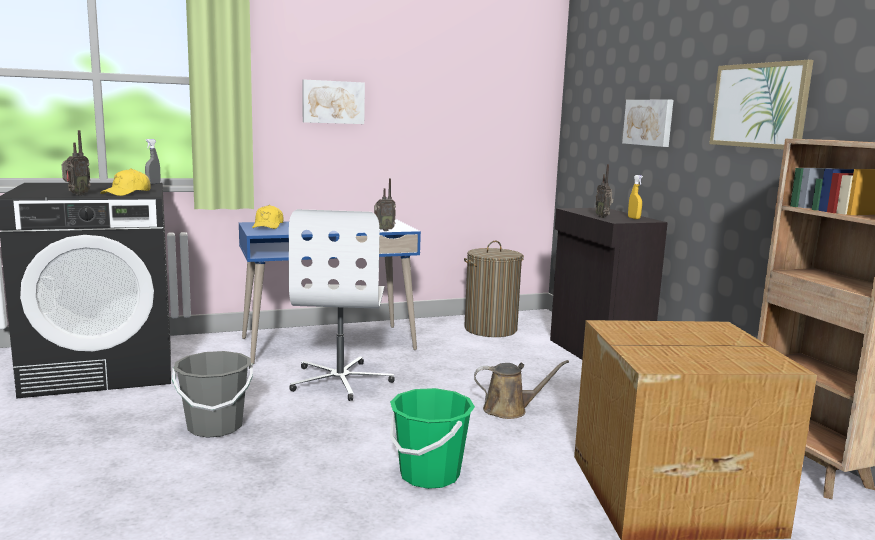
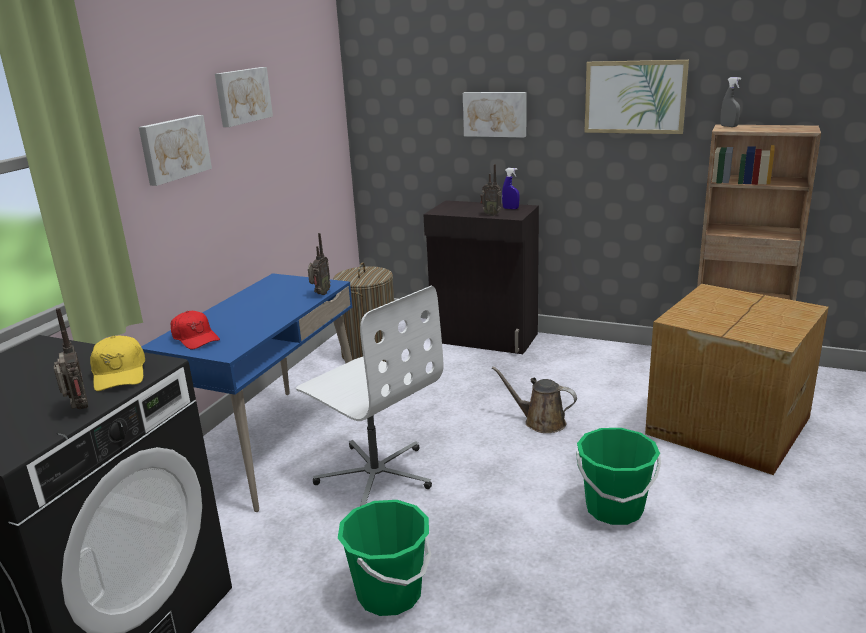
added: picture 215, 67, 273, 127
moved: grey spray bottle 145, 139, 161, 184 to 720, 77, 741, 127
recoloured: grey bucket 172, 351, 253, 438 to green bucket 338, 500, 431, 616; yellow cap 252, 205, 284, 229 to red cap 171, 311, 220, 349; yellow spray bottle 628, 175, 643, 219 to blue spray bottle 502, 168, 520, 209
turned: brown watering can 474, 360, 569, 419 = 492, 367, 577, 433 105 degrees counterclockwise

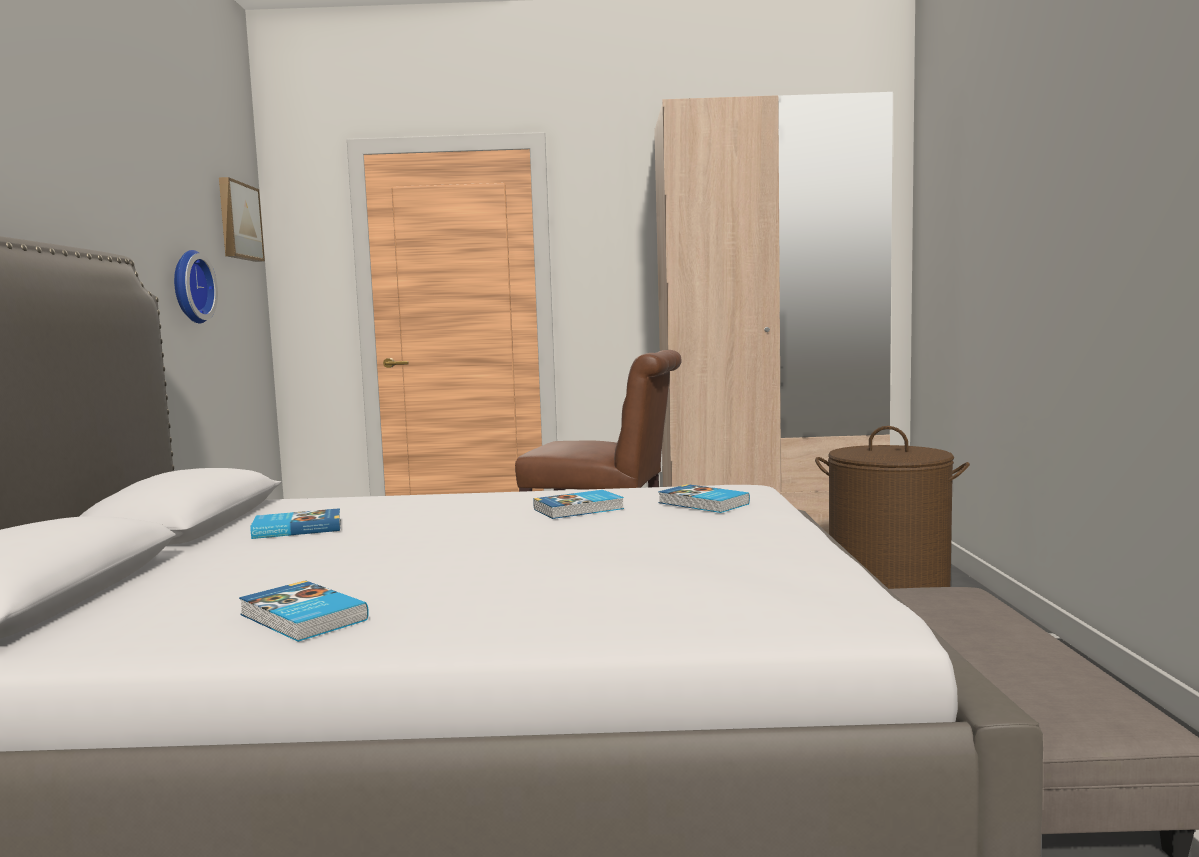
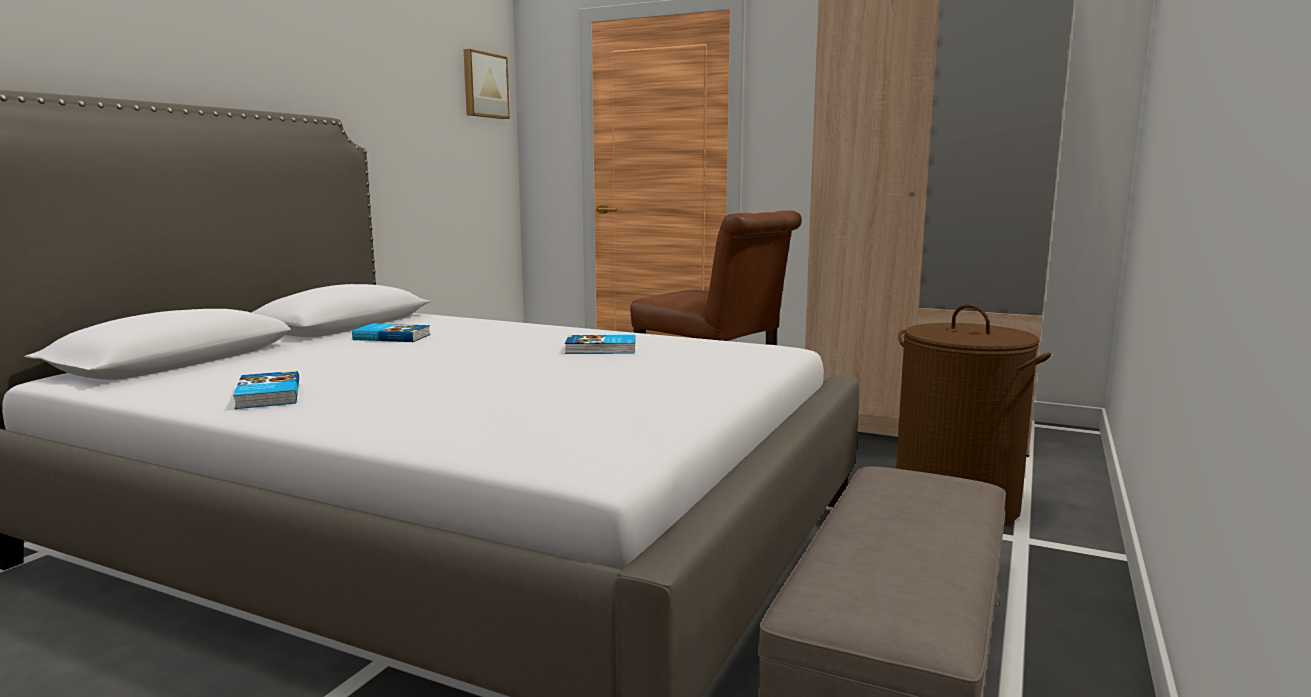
removed: wall clock 174, 250, 218, 323; book 658, 484, 750, 513

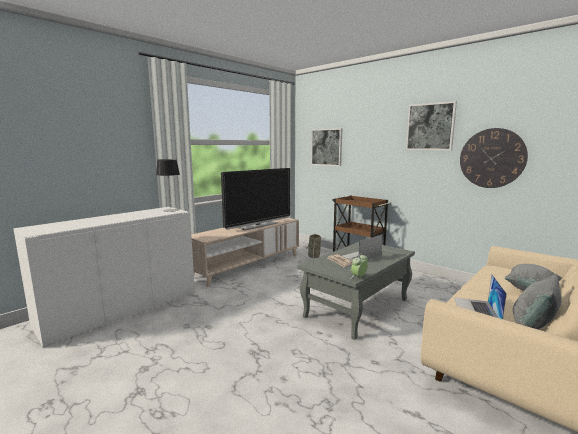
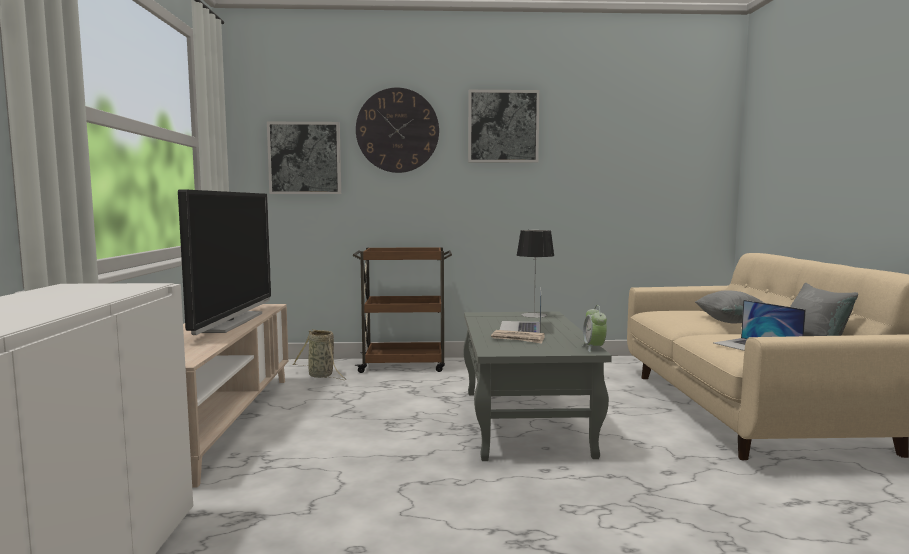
moved: table lamp 156, 159, 180, 212 to 517, 230, 554, 318; wall clock 460, 128, 528, 188 to 356, 88, 439, 173

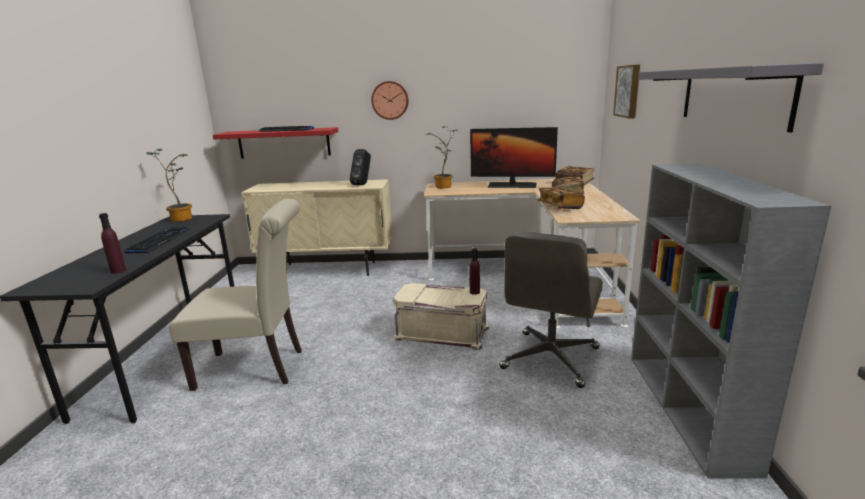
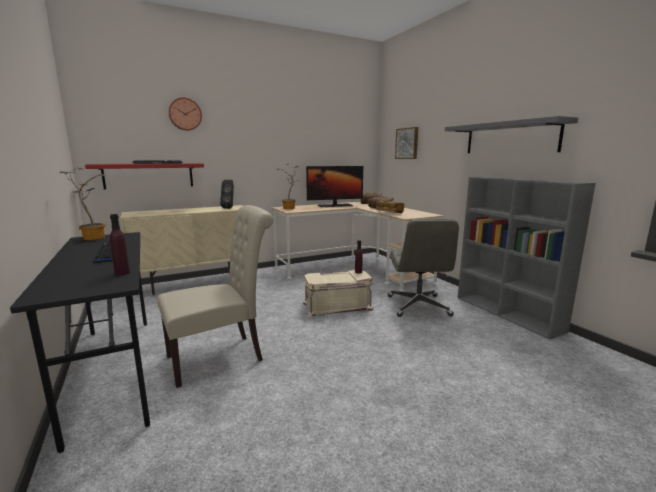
moved: wall clock 371, 81, 409, 120 to 168, 97, 202, 131

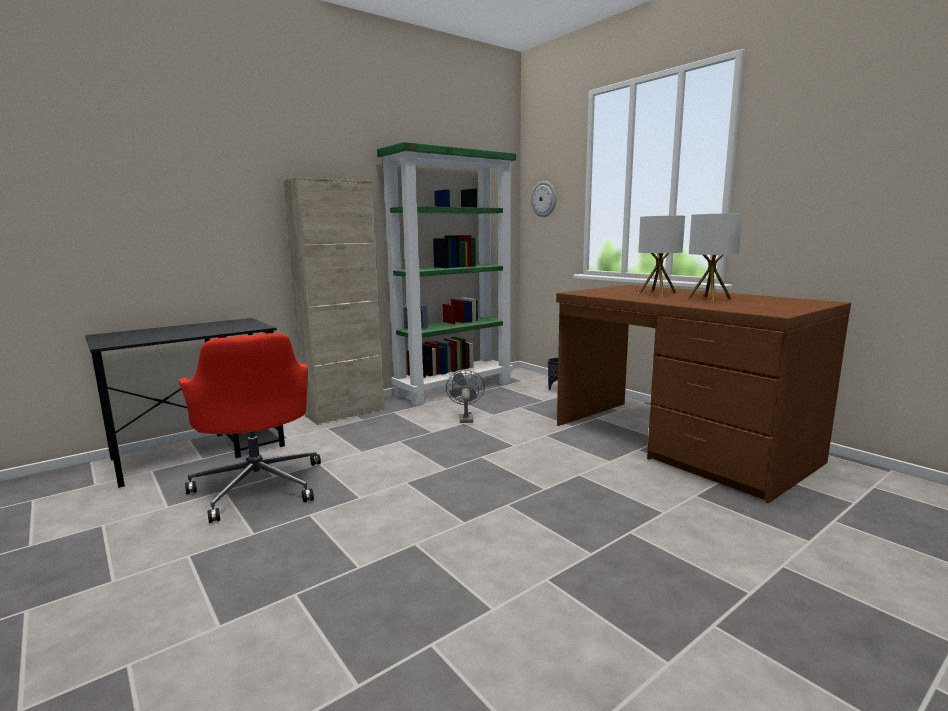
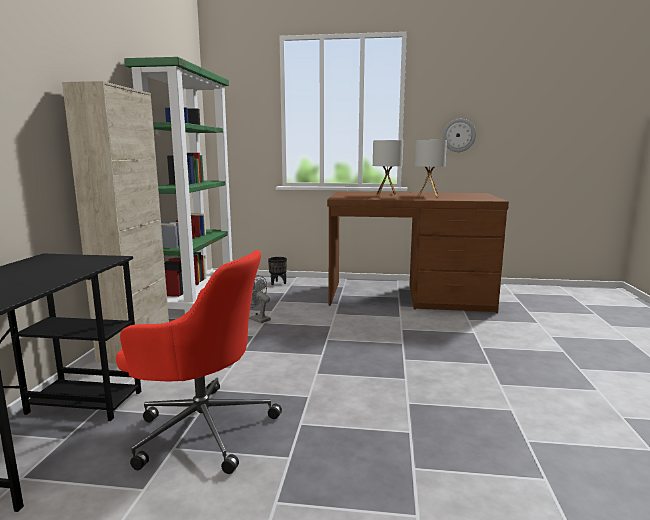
moved: wall clock 531, 181, 556, 217 to 443, 119, 476, 152

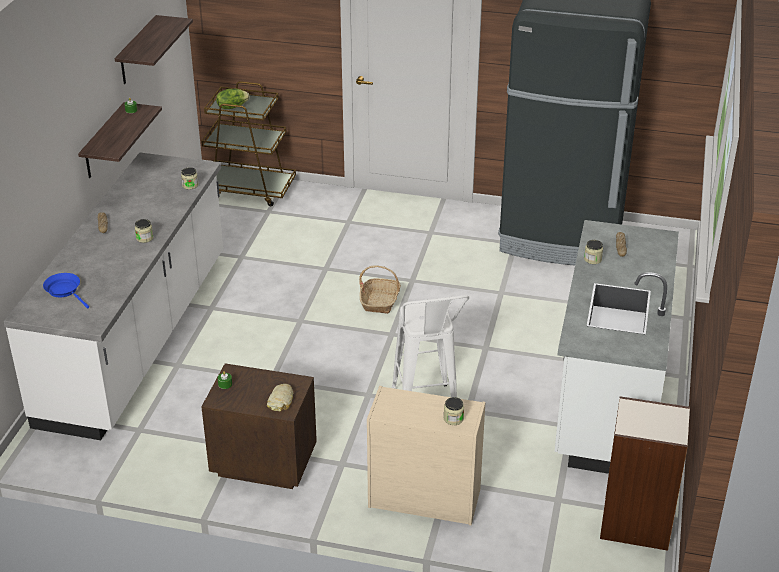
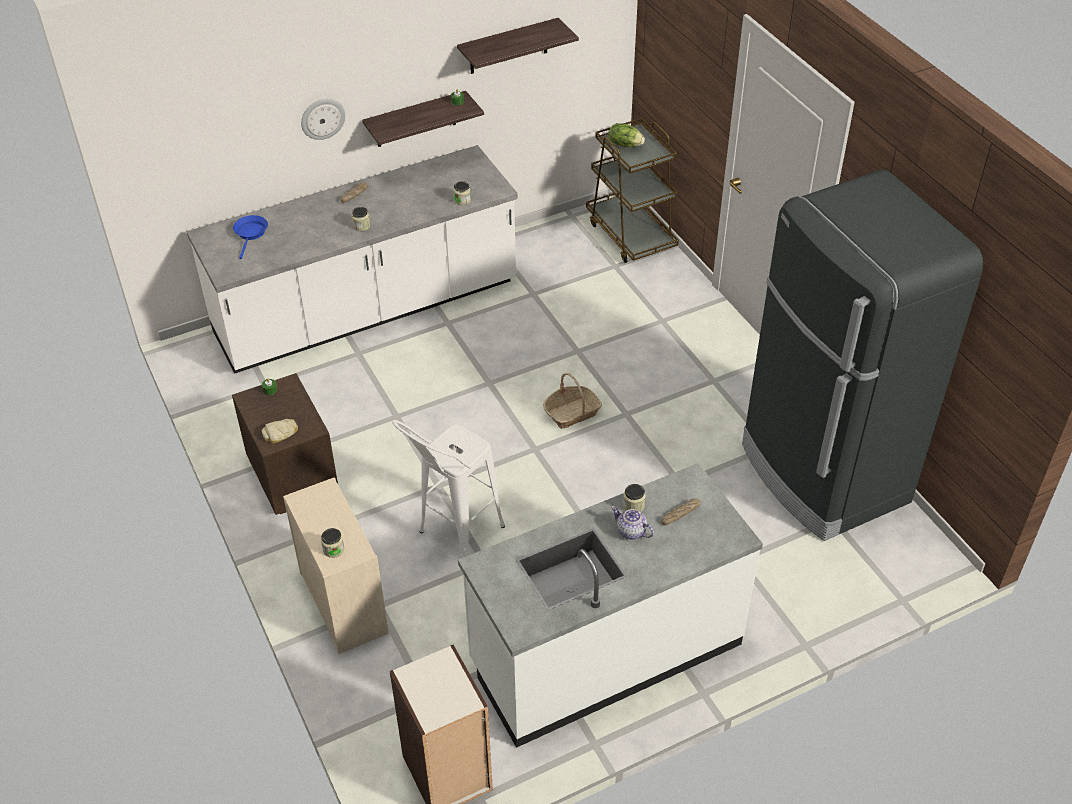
added: wall clock 301, 99, 345, 140; teapot 611, 506, 654, 540

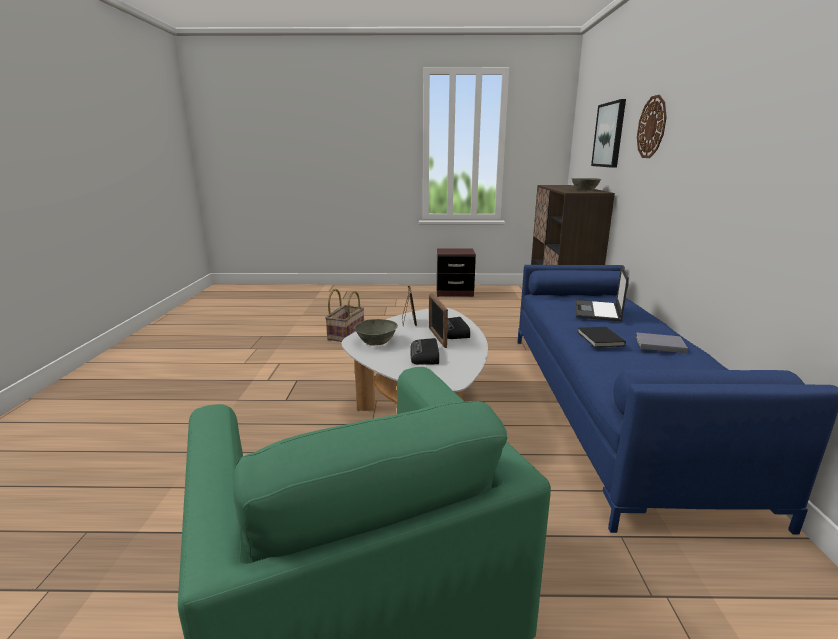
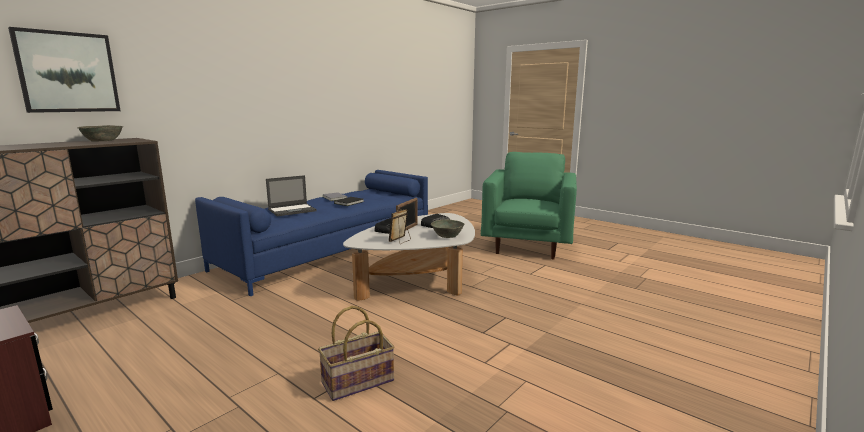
removed: wall clock 637, 95, 667, 158

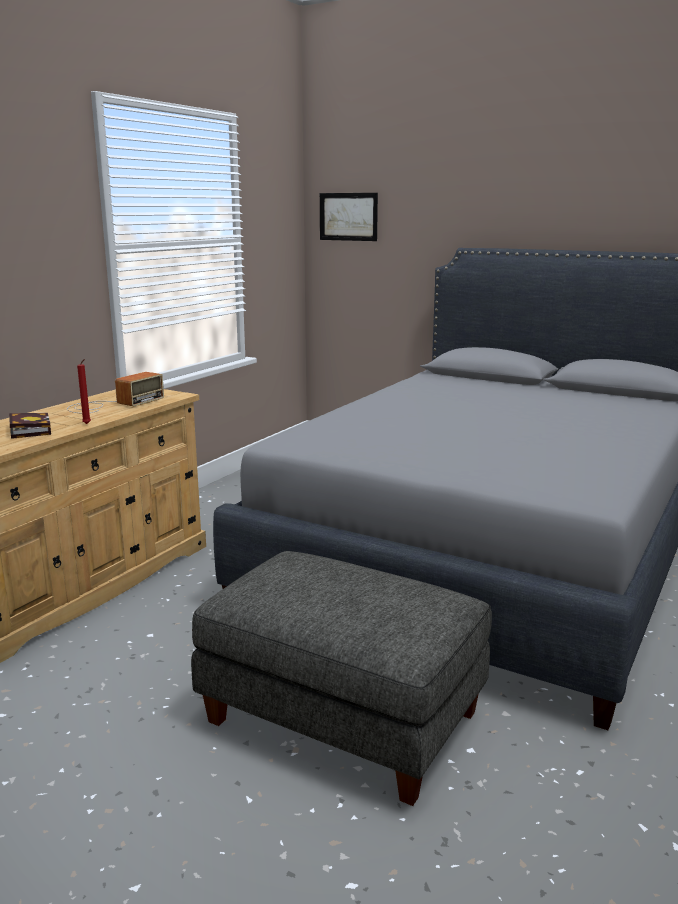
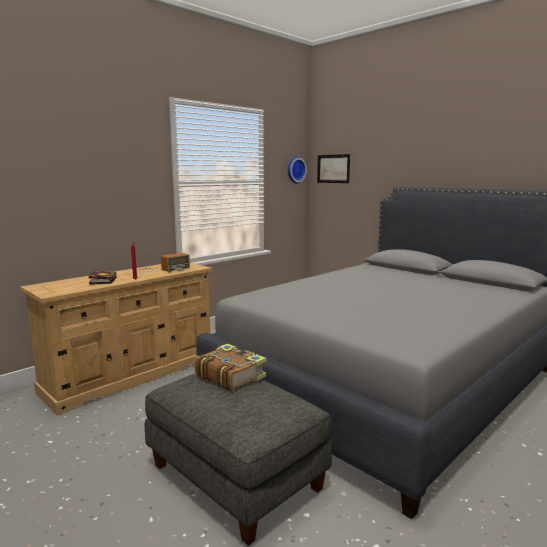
added: book 194, 344, 266, 391; wall clock 288, 156, 307, 184

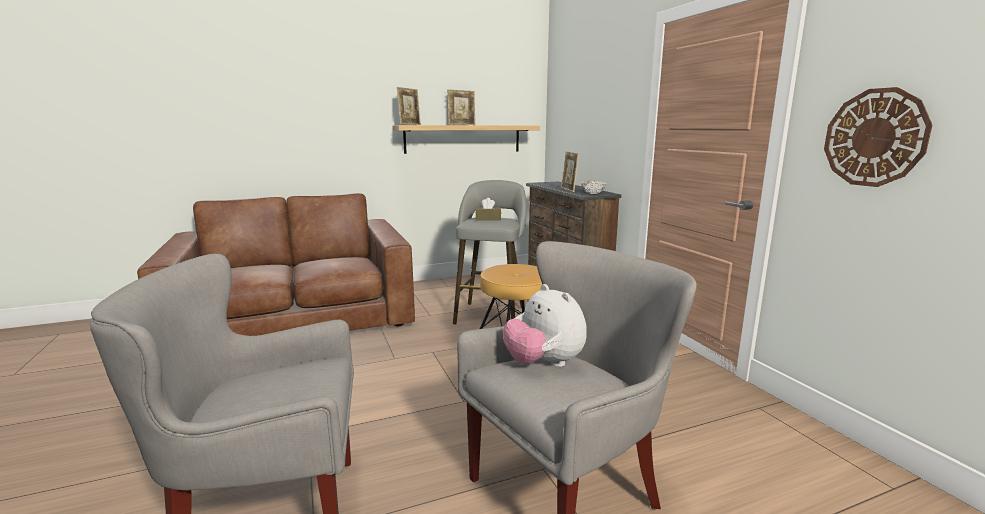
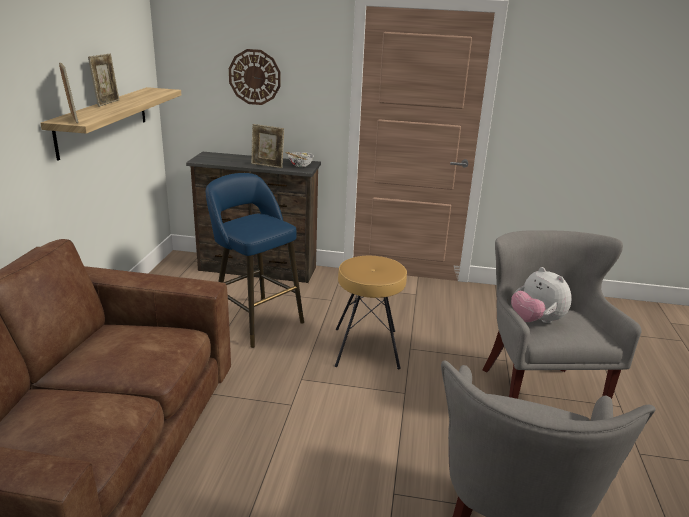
removed: brown tissue box 476, 198, 501, 220
moved: wall clock 824, 87, 932, 187 to 229, 49, 281, 105
recoloured: grey stool 453, 180, 527, 324 to blue stool 206, 173, 304, 348
turned: plush toy 503, 284, 587, 367 = 511, 267, 572, 323 60 degrees clockwise

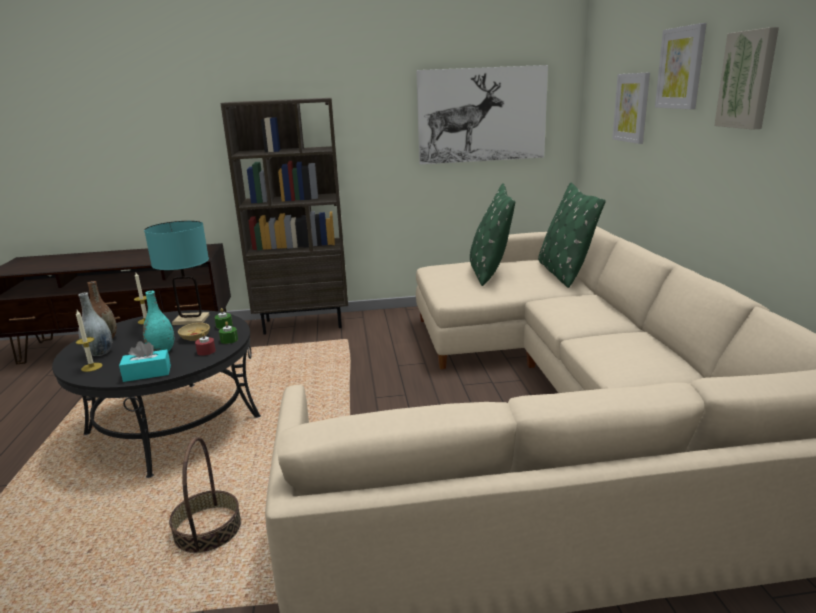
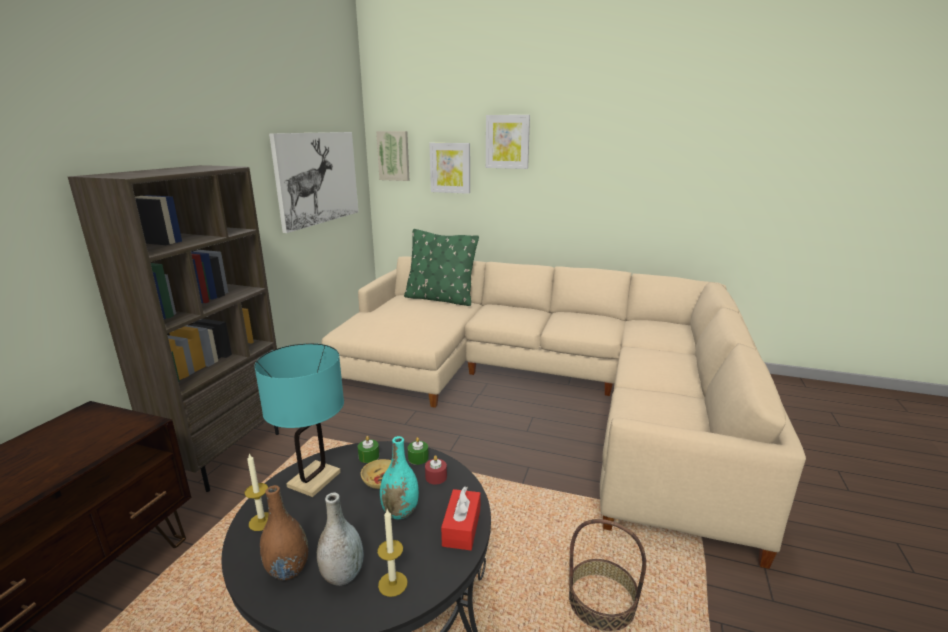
removed: green pillow 470, 183, 515, 286
moved: picture 714, 27, 779, 129 to 376, 131, 410, 181
recoloured: turquoise tissue box 119, 341, 171, 382 to red tissue box 441, 486, 480, 550

